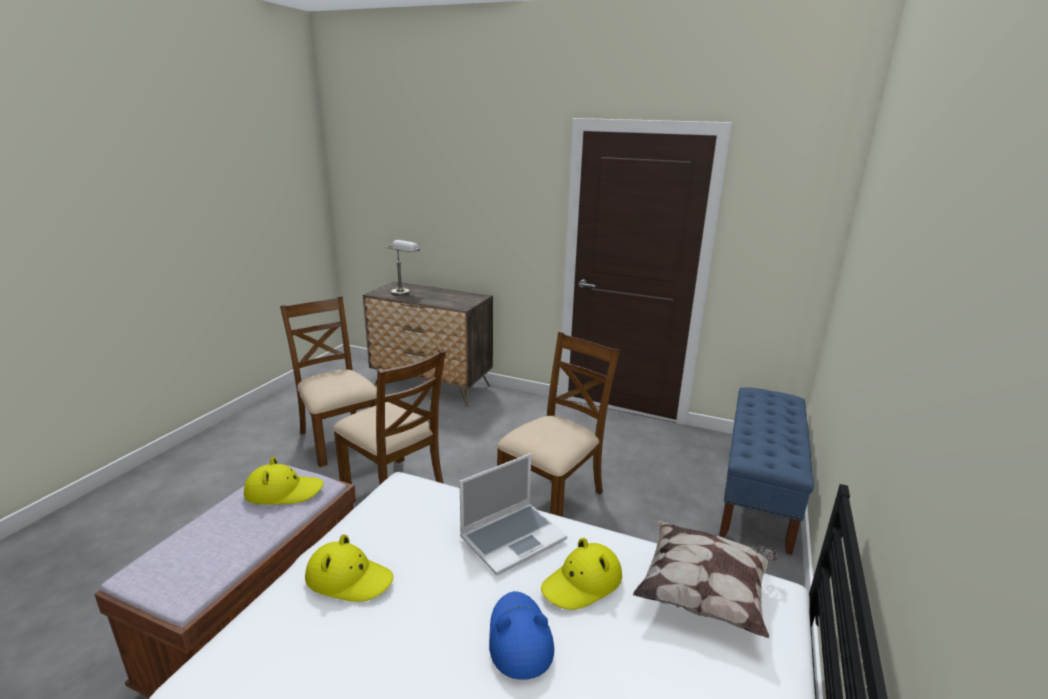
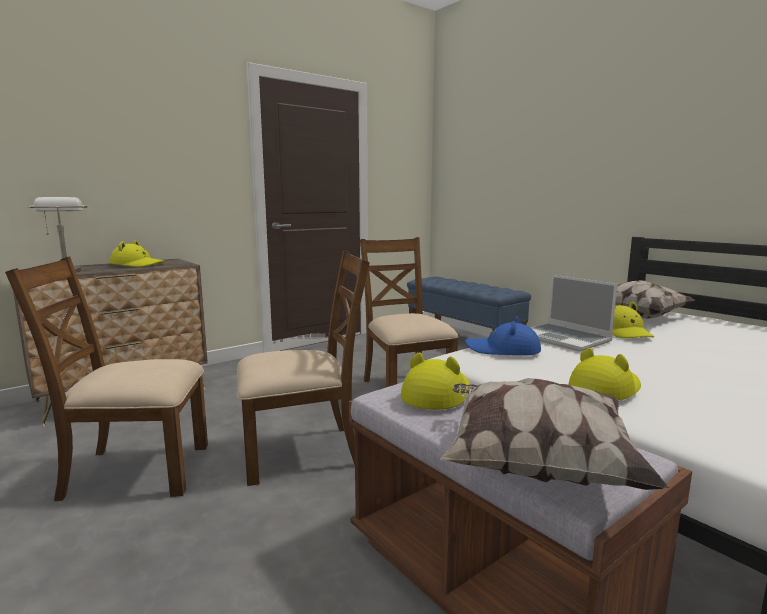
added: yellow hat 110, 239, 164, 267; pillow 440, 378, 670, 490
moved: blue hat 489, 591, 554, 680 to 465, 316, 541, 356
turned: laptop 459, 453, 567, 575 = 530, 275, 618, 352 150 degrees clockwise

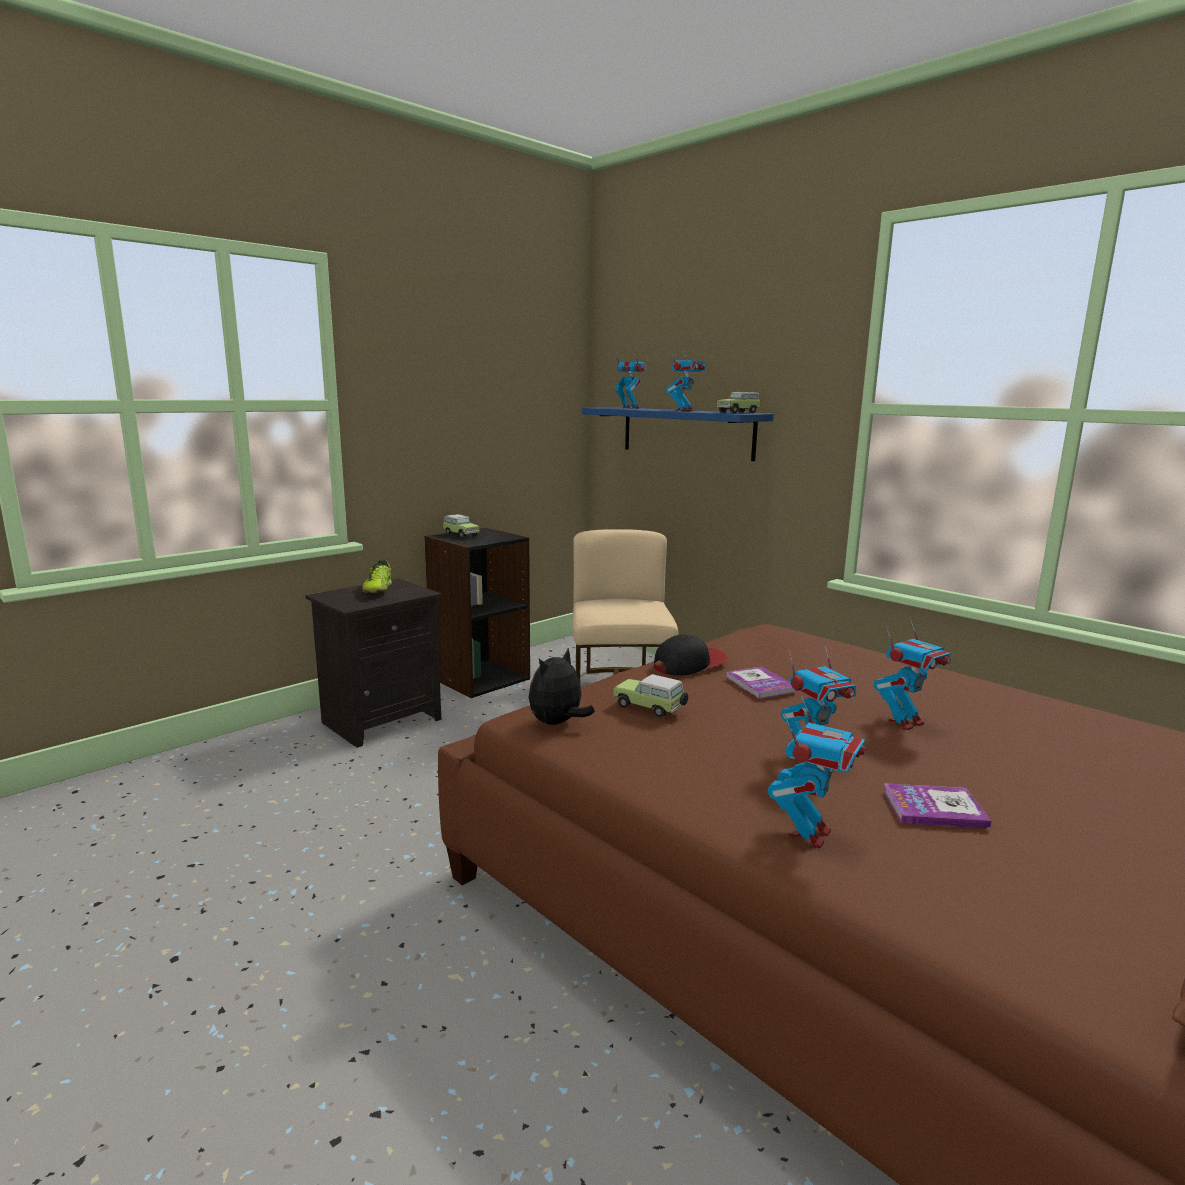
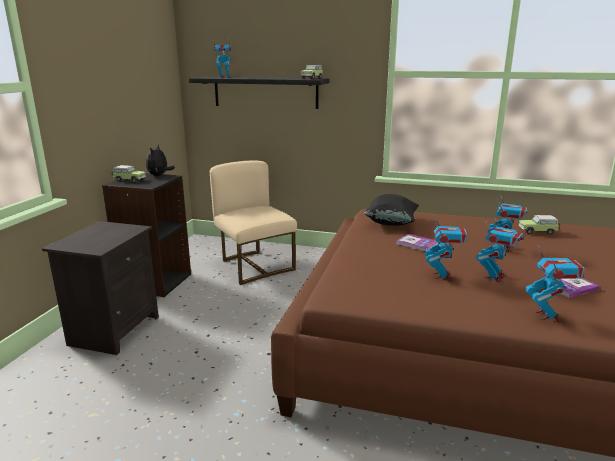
removed: shoe 362, 560, 392, 593; cap 654, 634, 728, 676
added: black pillow 364, 194, 419, 226
moved: plush toy 529, 648, 595, 725 to 146, 145, 175, 176; toy car 614, 674, 688, 718 to 519, 215, 559, 235; toy robot 666, 350, 706, 411 to 425, 216, 467, 280
recoloured: blue shelf 582, 407, 774, 461 to black shelf 189, 77, 330, 109

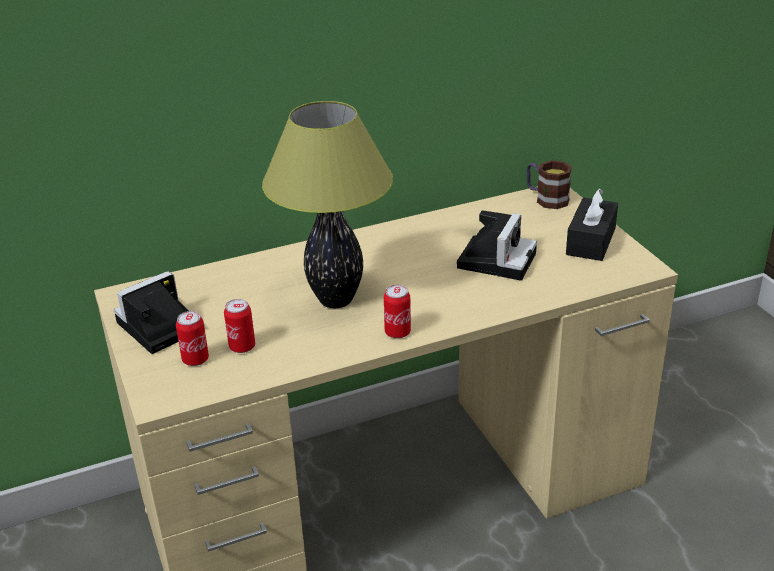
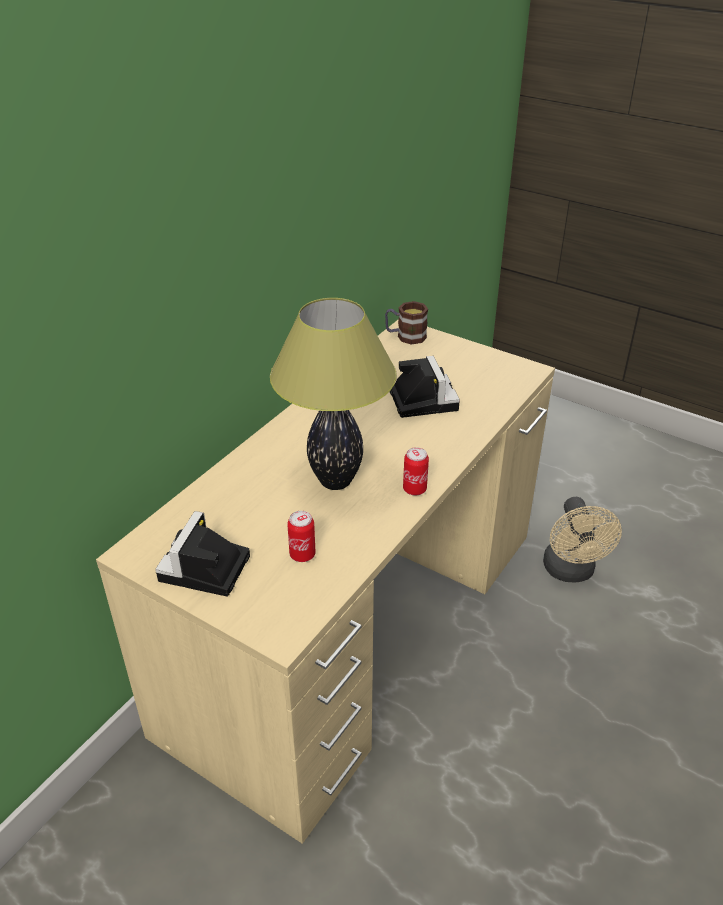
removed: can 176, 311, 209, 366; black tissue box 566, 188, 618, 261
added: beige fan 543, 497, 622, 582

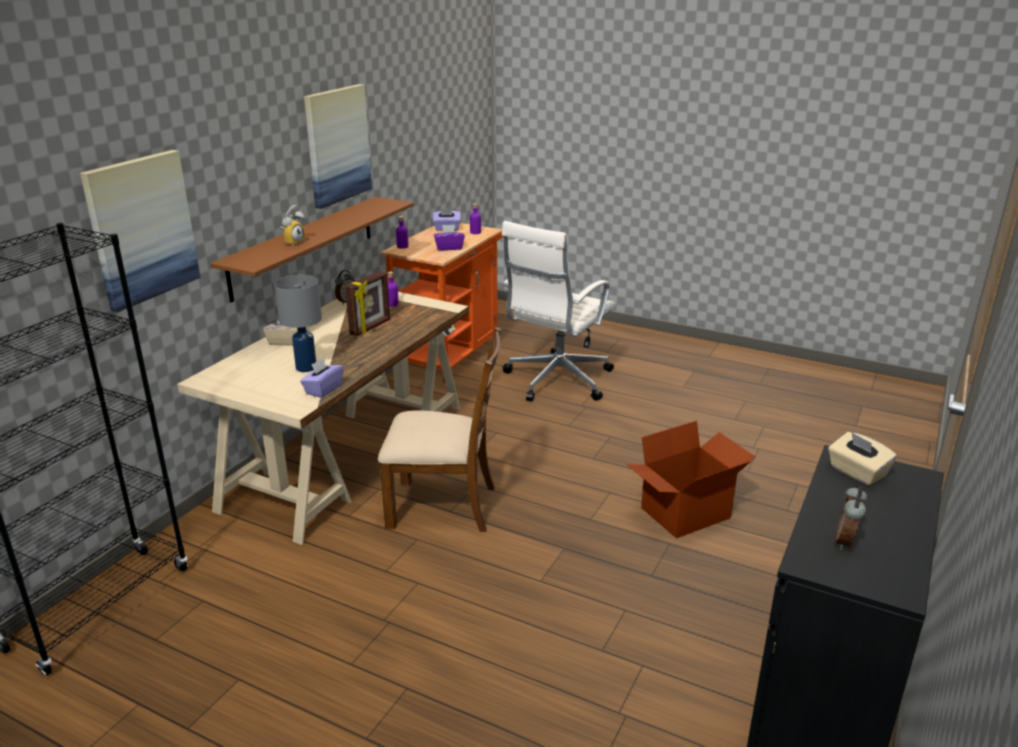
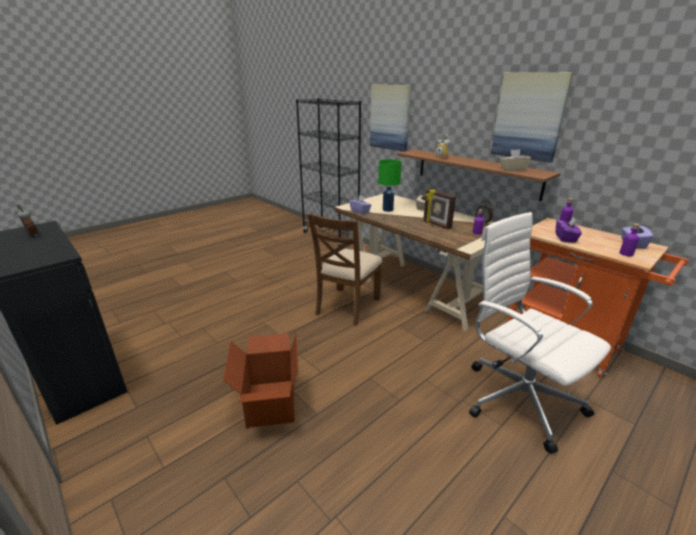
moved: beige tissue box 828, 432, 897, 486 to 500, 149, 531, 171
recoloured: grey table lamp 274, 275, 322, 372 to green table lamp 378, 159, 402, 212

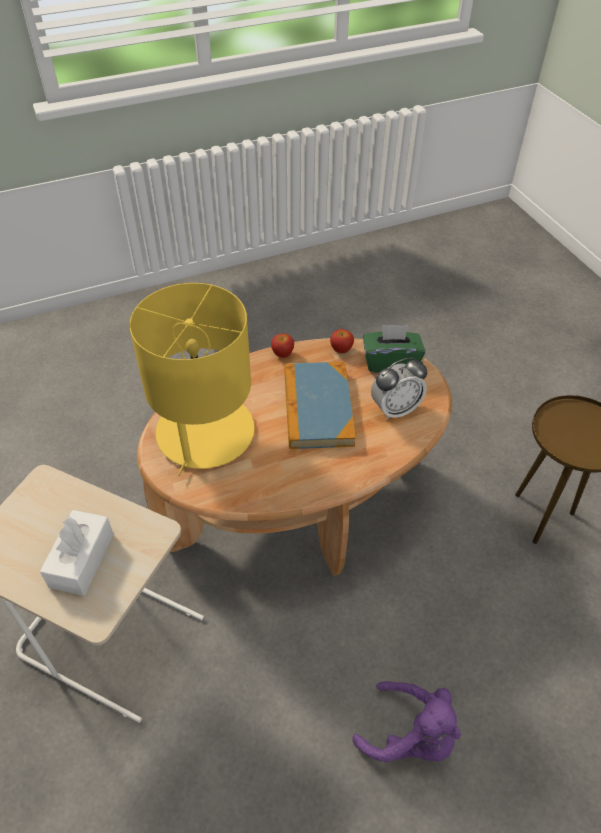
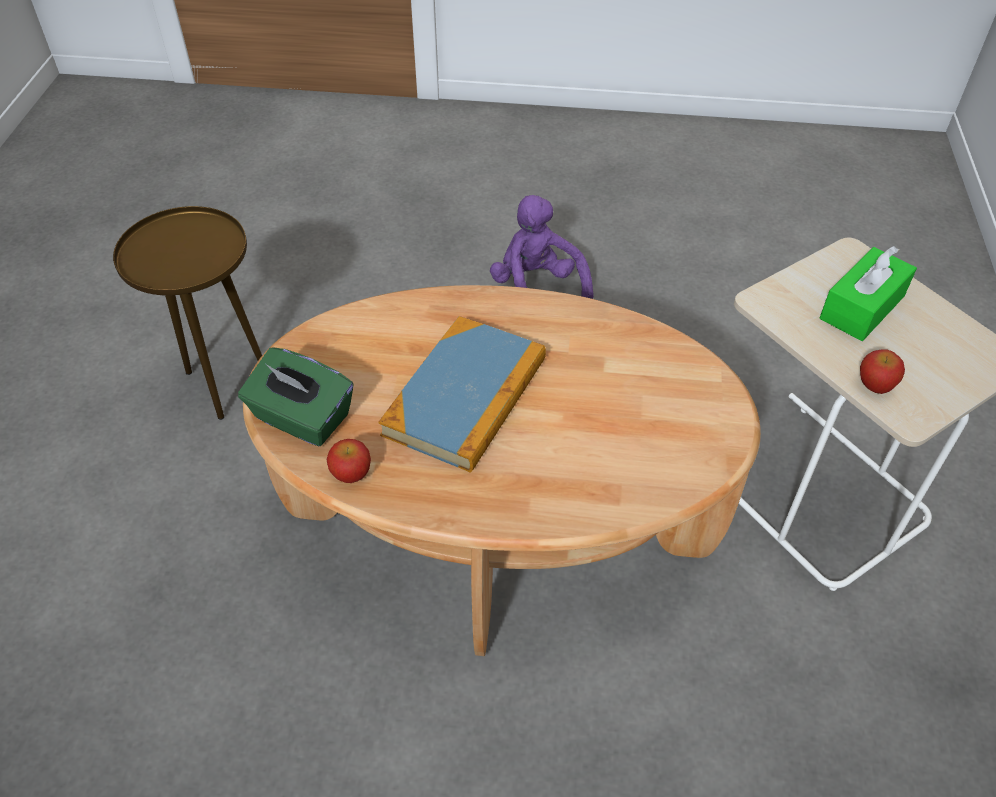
removed: yellow table lamp 129, 283, 255, 476; alarm clock 371, 357, 427, 420
moved: apple 271, 333, 294, 358 to 860, 350, 905, 394
recoloured: white tissue box 40, 510, 114, 596 to green tissue box 820, 246, 917, 341

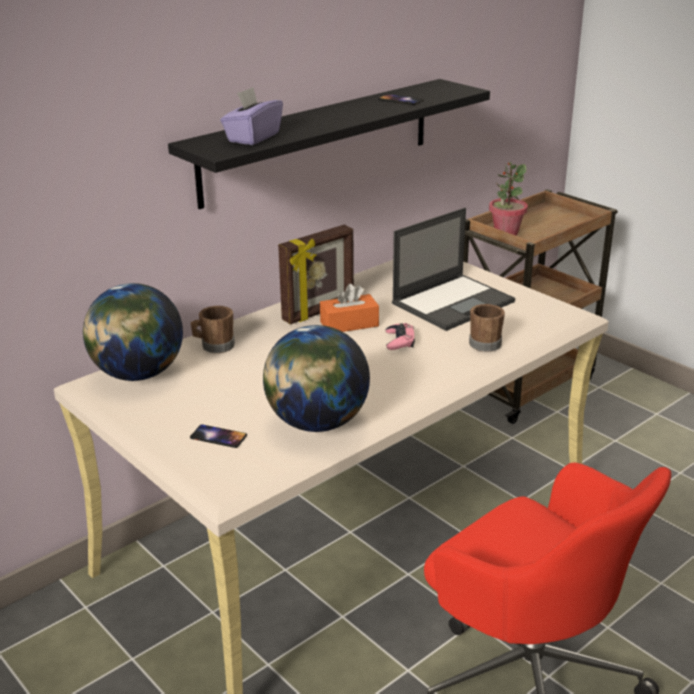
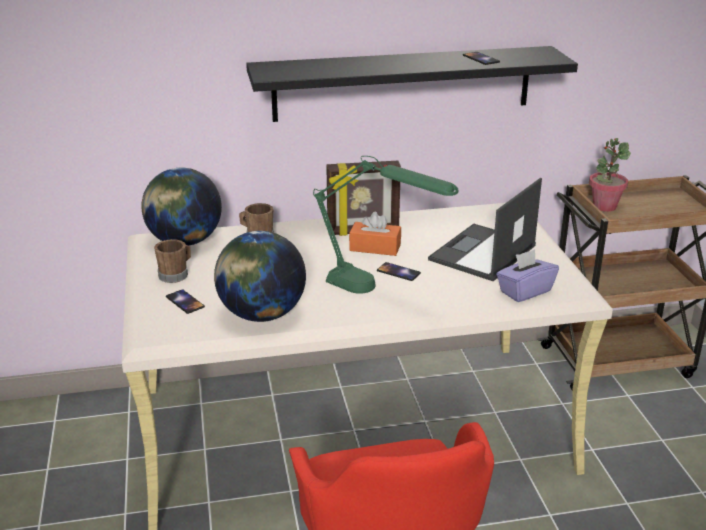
added: green table lamp 313, 156, 458, 294
moved: purple tissue box 220, 87, 283, 145 to 496, 249, 559, 302; brown mug 469, 304, 505, 352 to 154, 239, 191, 283
replaced: pink game controller 386, 323, 415, 350 to phone 377, 262, 421, 281
turned: laptop 392, 208, 515, 331 = 428, 178, 542, 281 135 degrees clockwise

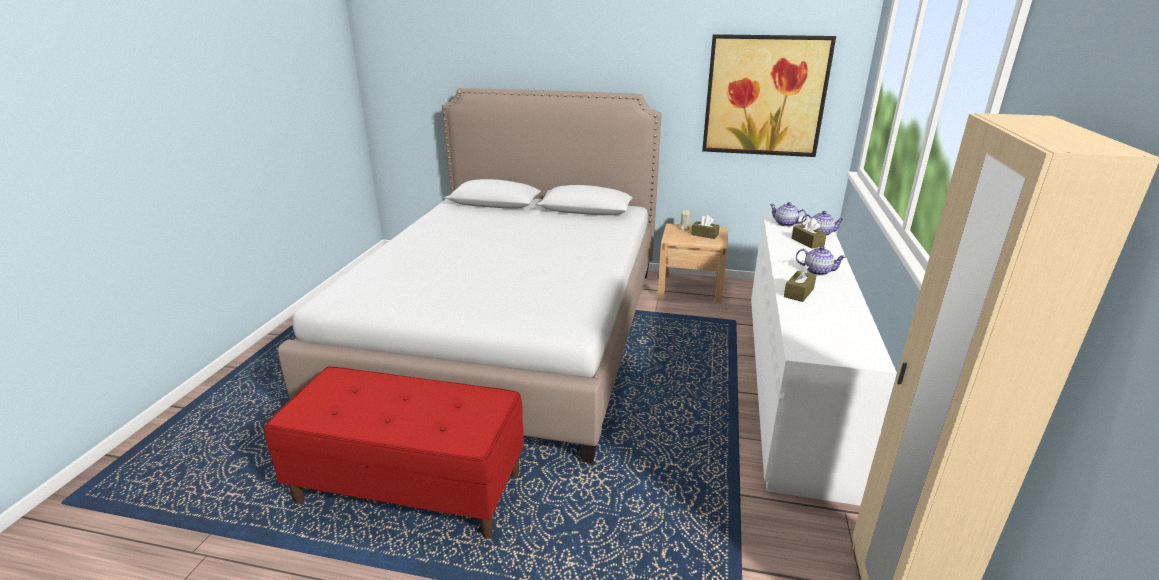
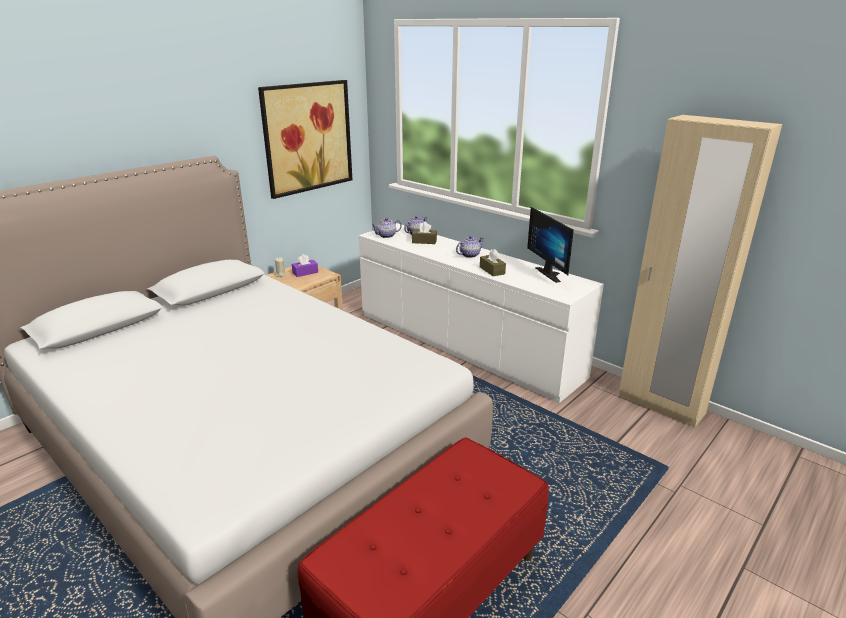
added: monitor 527, 207, 574, 283
recoloured: brown tissue box 691, 215, 720, 239 to purple tissue box 292, 254, 318, 277

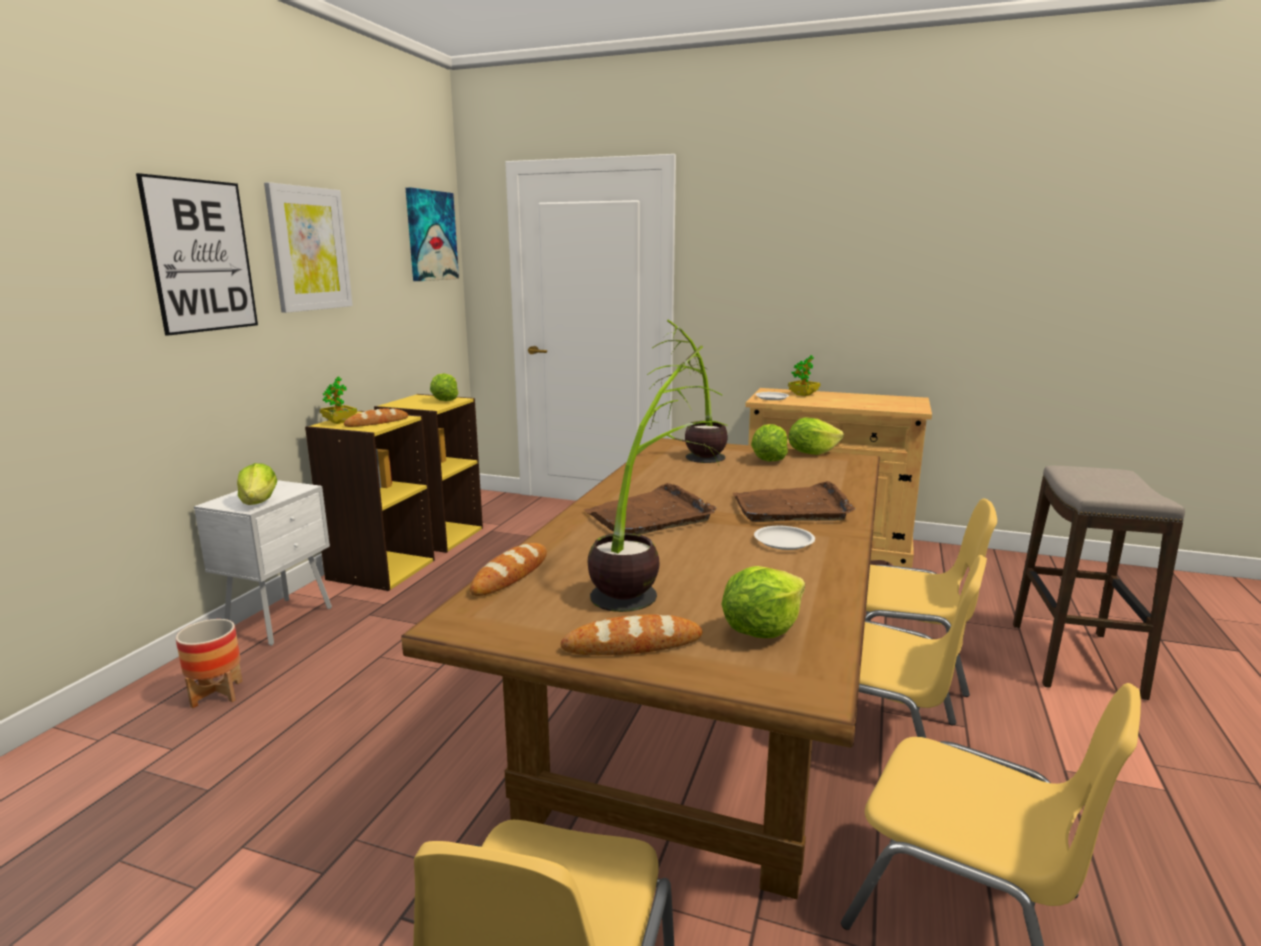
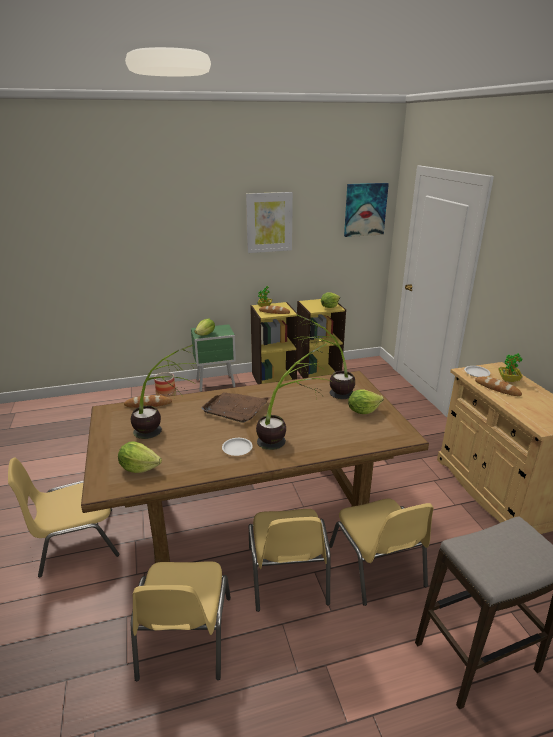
removed: picture 136, 173, 258, 336; lettuce 788, 417, 844, 455
moved: bread 561, 614, 703, 655 to 475, 377, 522, 396
replaced: brown tray 733, 481, 855, 522 to potted plant 256, 343, 333, 450
recoloured: white nightstand 194, 480, 332, 646 to green nightstand 191, 324, 236, 392

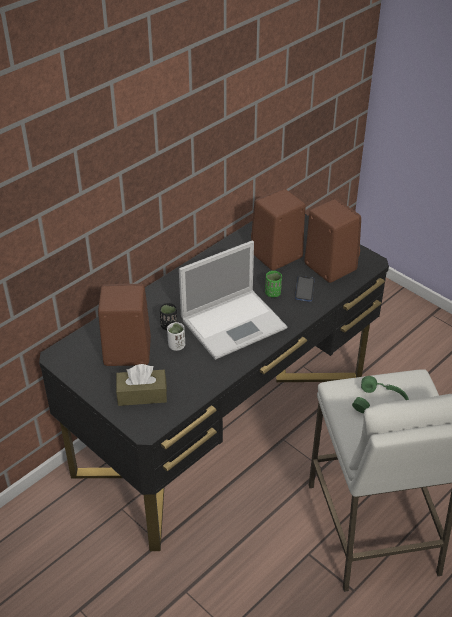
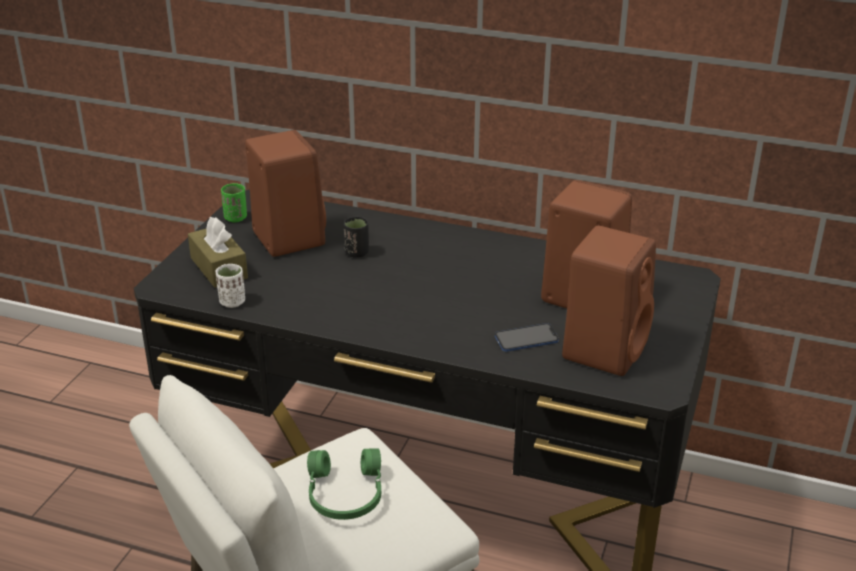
removed: laptop 179, 241, 288, 360
moved: white cup 167, 322, 185, 351 to 216, 264, 245, 308; green cup 265, 271, 282, 297 to 221, 183, 247, 222

